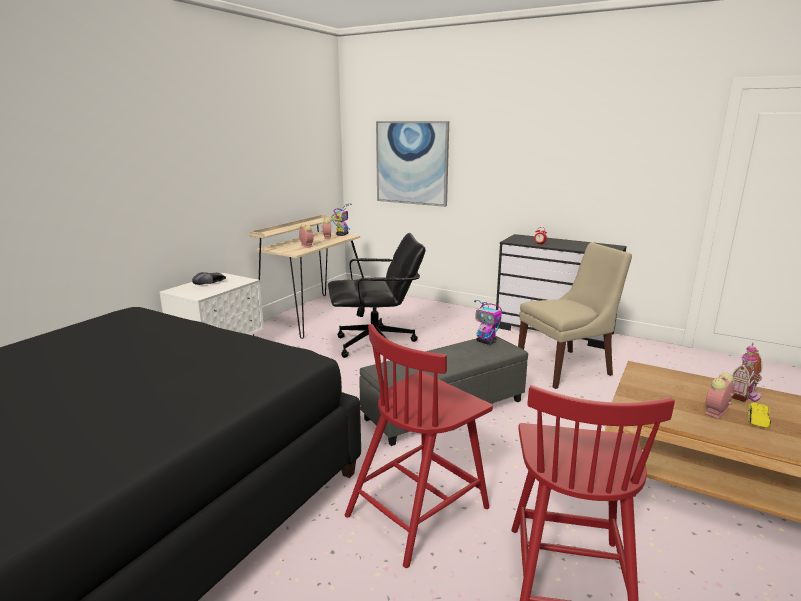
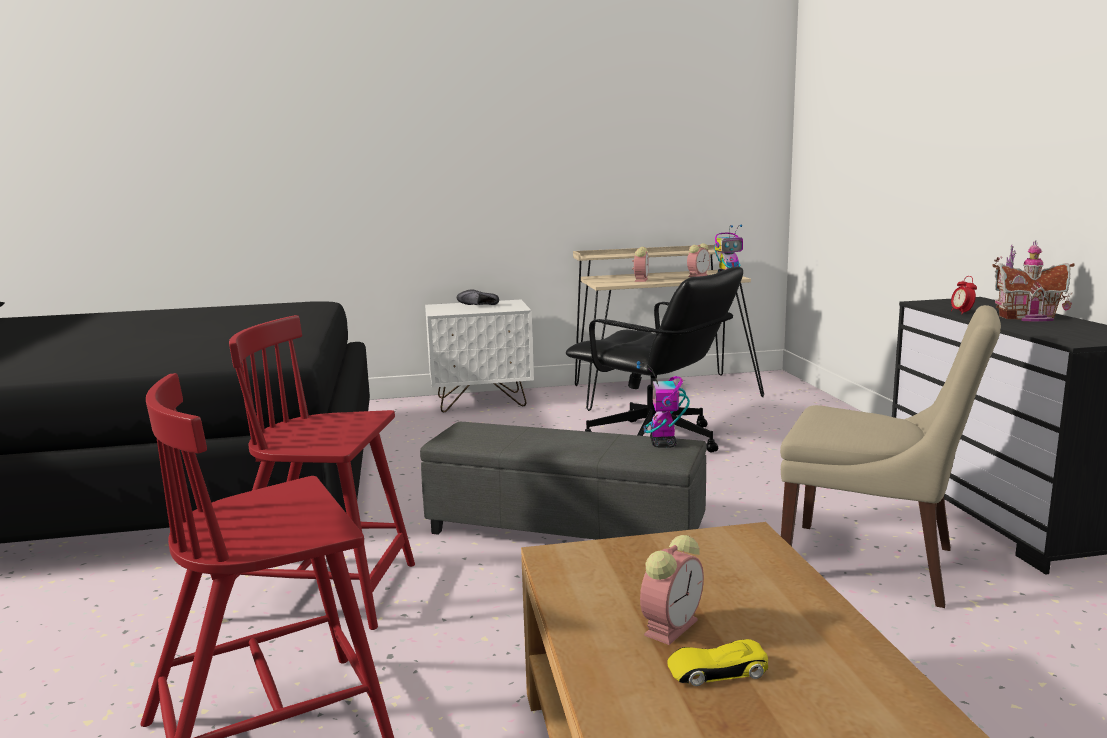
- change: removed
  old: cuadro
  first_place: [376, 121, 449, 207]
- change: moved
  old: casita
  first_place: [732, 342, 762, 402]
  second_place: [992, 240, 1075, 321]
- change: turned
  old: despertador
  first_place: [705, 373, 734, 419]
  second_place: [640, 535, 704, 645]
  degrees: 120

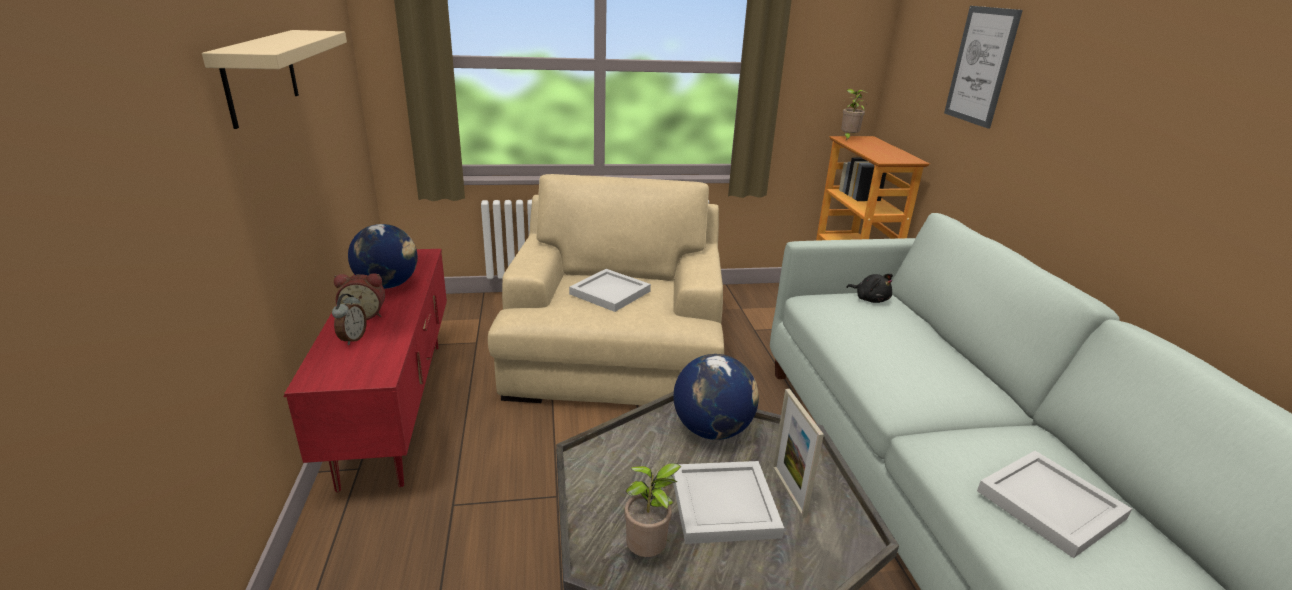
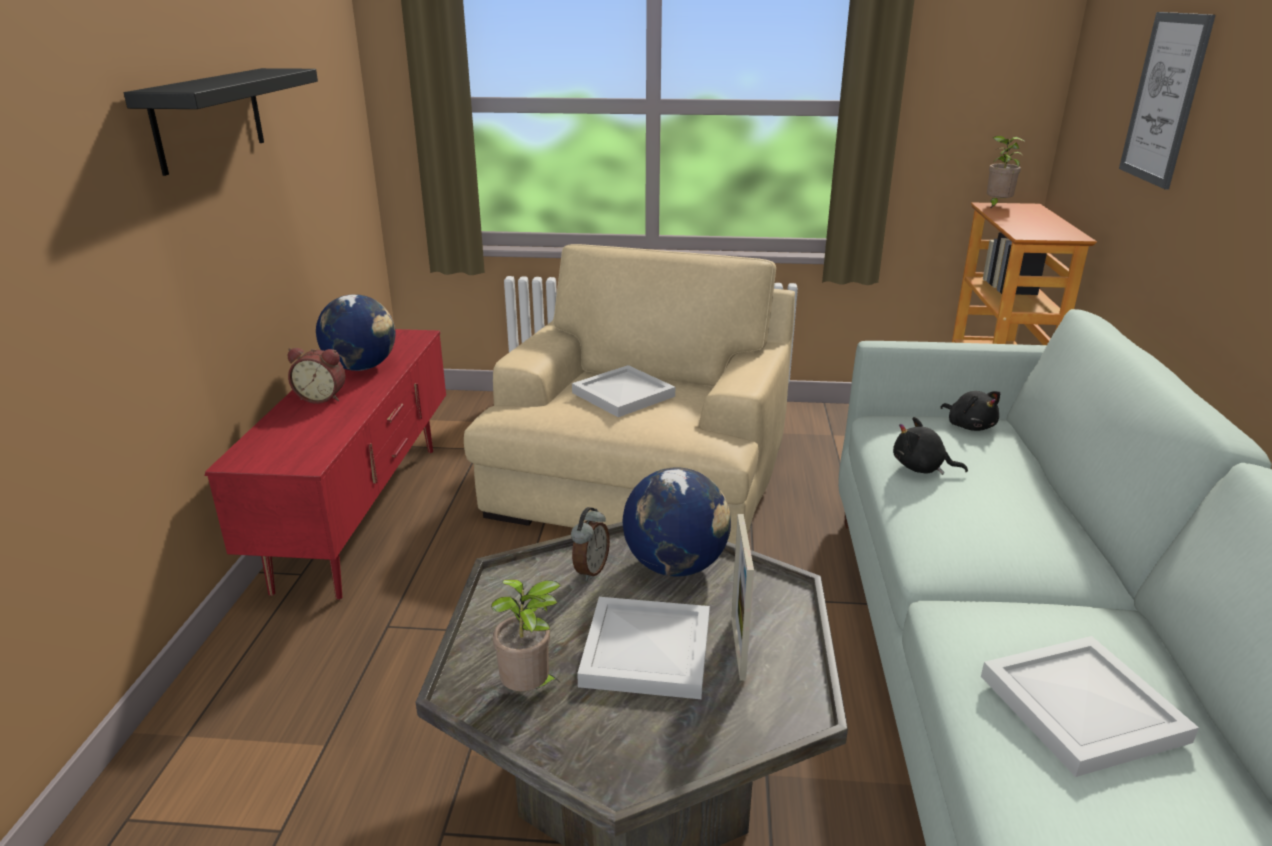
- change: added
  new: peluche (negro)
  second_place: [893, 417, 968, 475]
- change: moved
  old: despertador
  first_place: [332, 294, 367, 345]
  second_place: [571, 507, 610, 581]
- change: recoloured
  old: estante (beis)
  new: estante (negro)
  first_place: [202, 30, 347, 129]
  second_place: [124, 68, 318, 176]

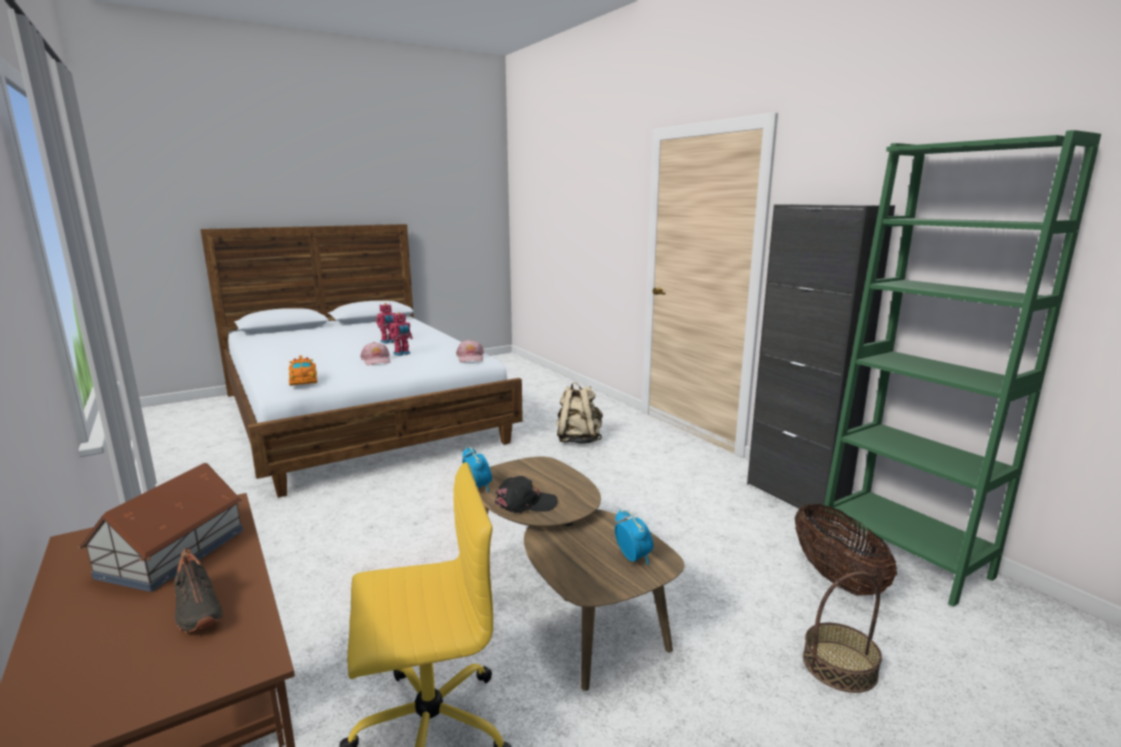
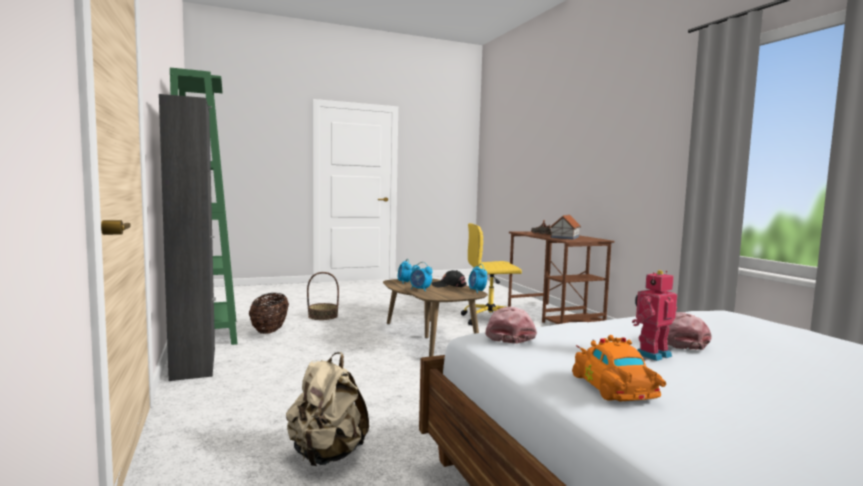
- change: removed
  old: robot de juguete
  first_place: [376, 303, 396, 344]
- change: added
  new: despertador
  second_place: [410, 262, 433, 291]
- change: moved
  old: coche de juguete (naranja)
  first_place: [289, 356, 317, 386]
  second_place: [572, 335, 666, 401]

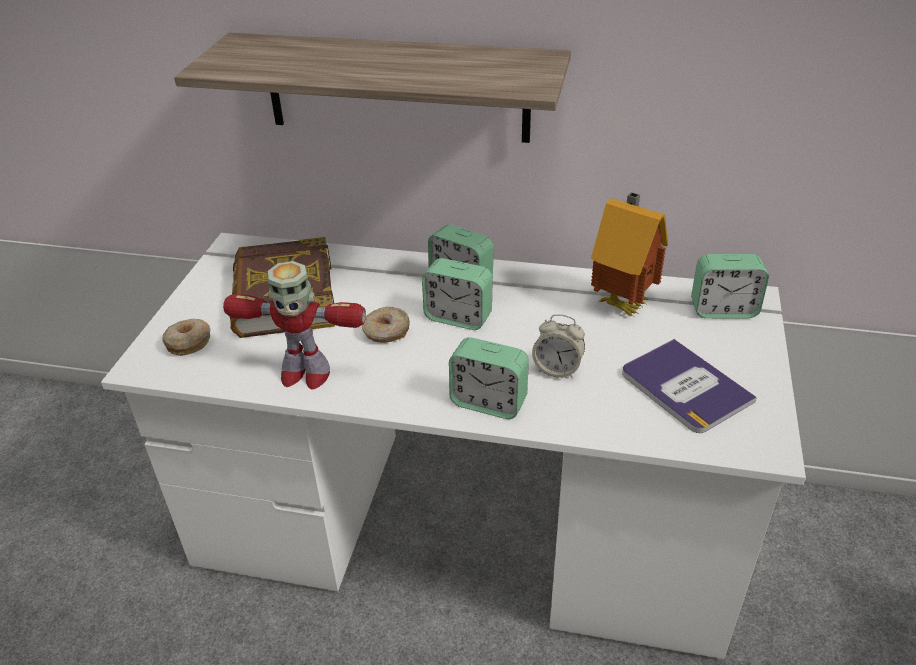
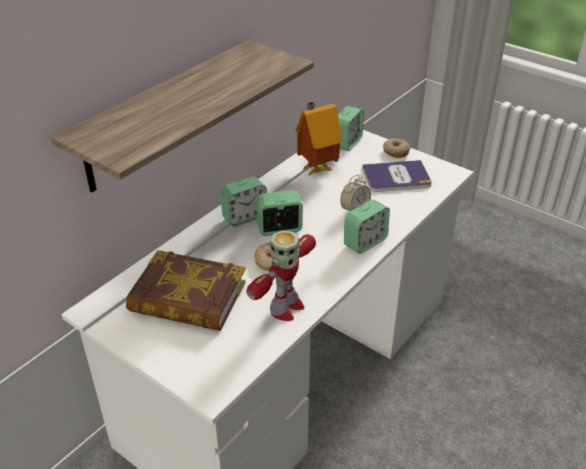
- change: moved
  old: rosquilla
  first_place: [162, 319, 210, 356]
  second_place: [383, 138, 411, 158]
- change: turned
  old: despertador
  first_place: [422, 258, 493, 330]
  second_place: [256, 190, 303, 236]
  degrees: -150

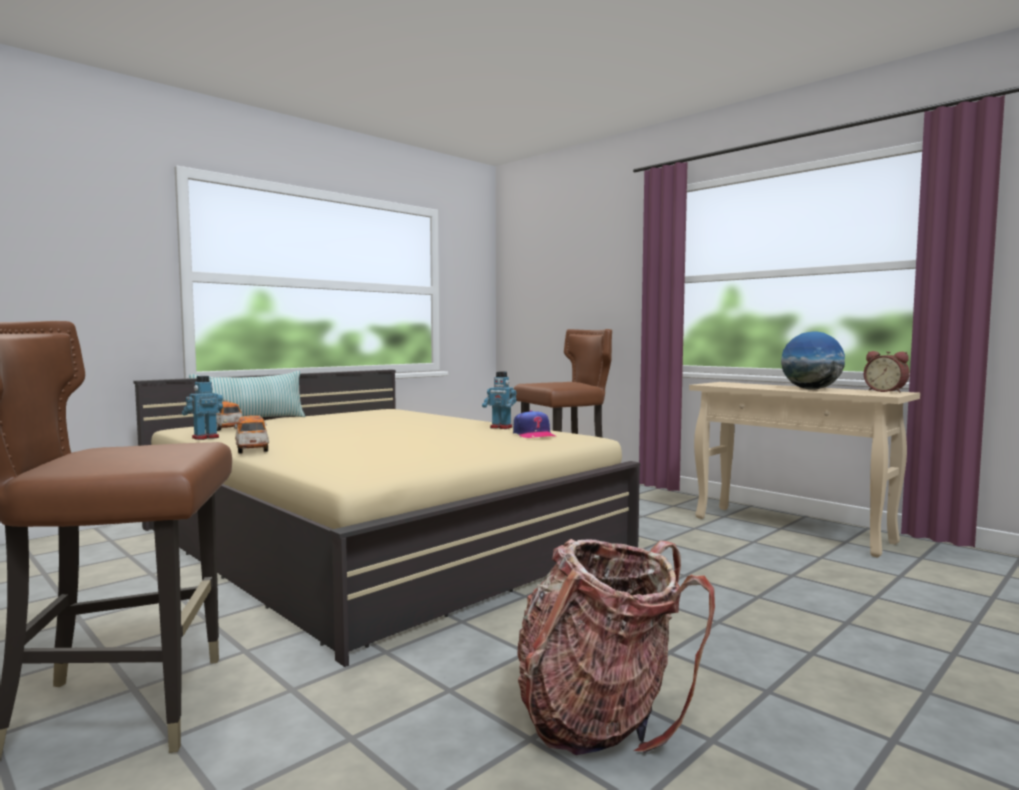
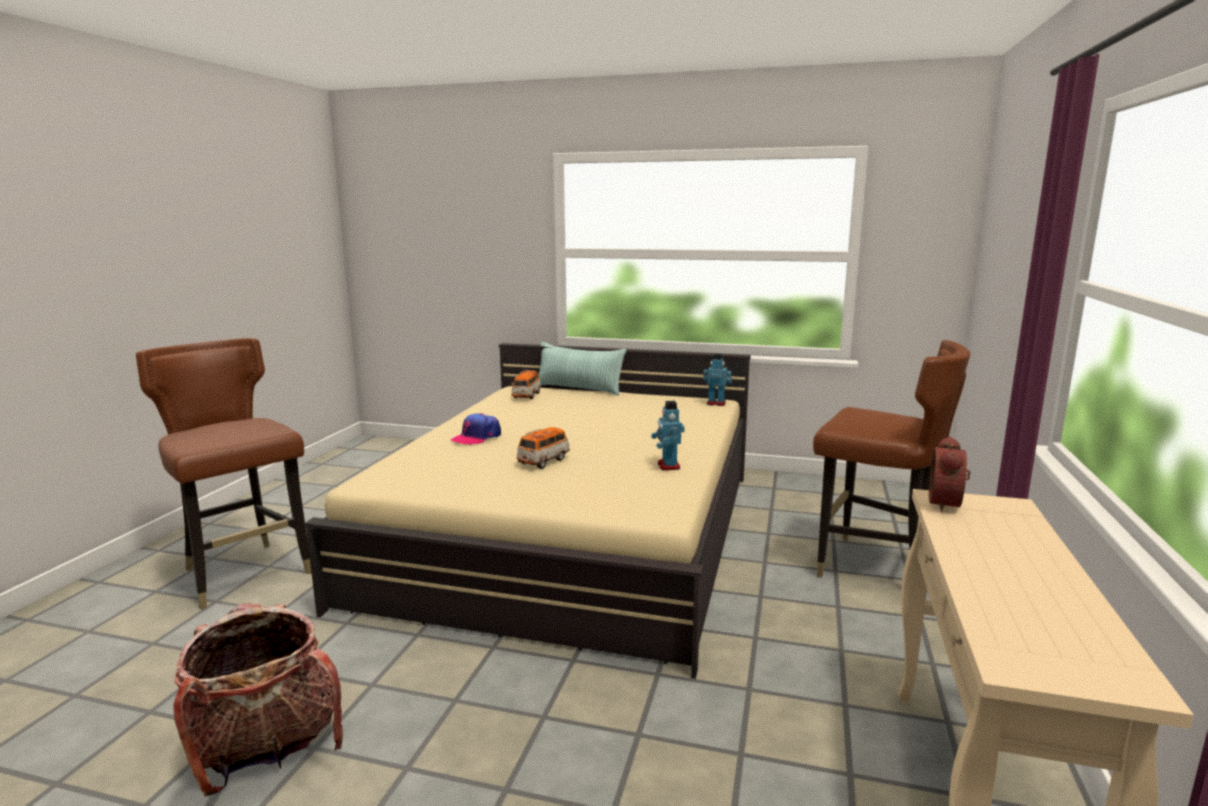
- change: removed
  old: globo terráqueo
  first_place: [781, 331, 845, 390]
- change: moved
  old: robot de juguete
  first_place: [182, 376, 223, 440]
  second_place: [703, 353, 732, 406]
- change: moved
  old: coche de juguete
  first_place: [235, 415, 269, 454]
  second_place: [516, 427, 570, 469]
- change: moved
  old: gorra
  first_place: [513, 410, 555, 438]
  second_place: [451, 413, 501, 445]
- change: moved
  old: despertador
  first_place: [864, 351, 910, 393]
  second_place: [929, 436, 971, 512]

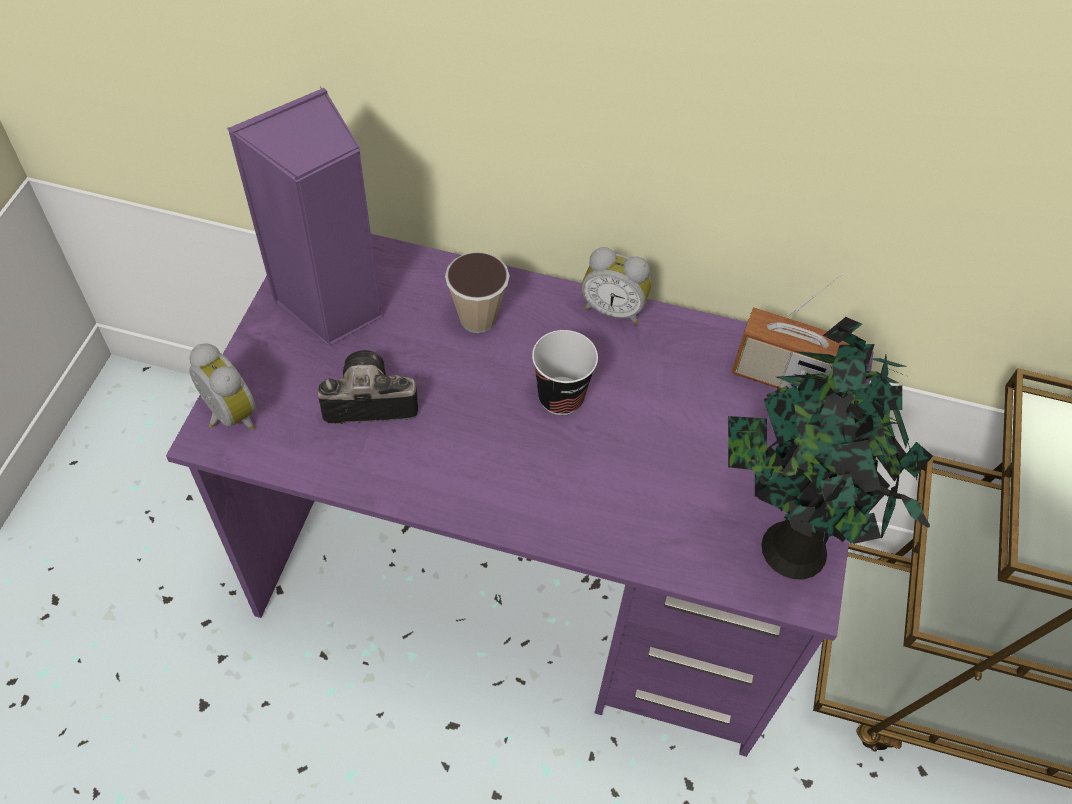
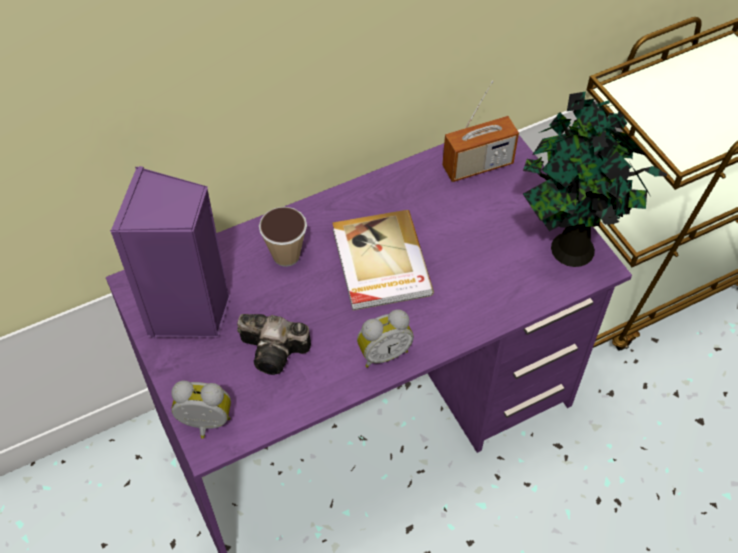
- change: moved
  old: despertador
  first_place: [582, 247, 651, 325]
  second_place: [357, 309, 414, 368]
- change: replaced
  old: taza
  new: libro
  first_place: [532, 330, 598, 415]
  second_place: [332, 210, 434, 310]
- change: turned
  old: cámara
  first_place: [318, 350, 418, 424]
  second_place: [237, 314, 311, 375]
  degrees: -120

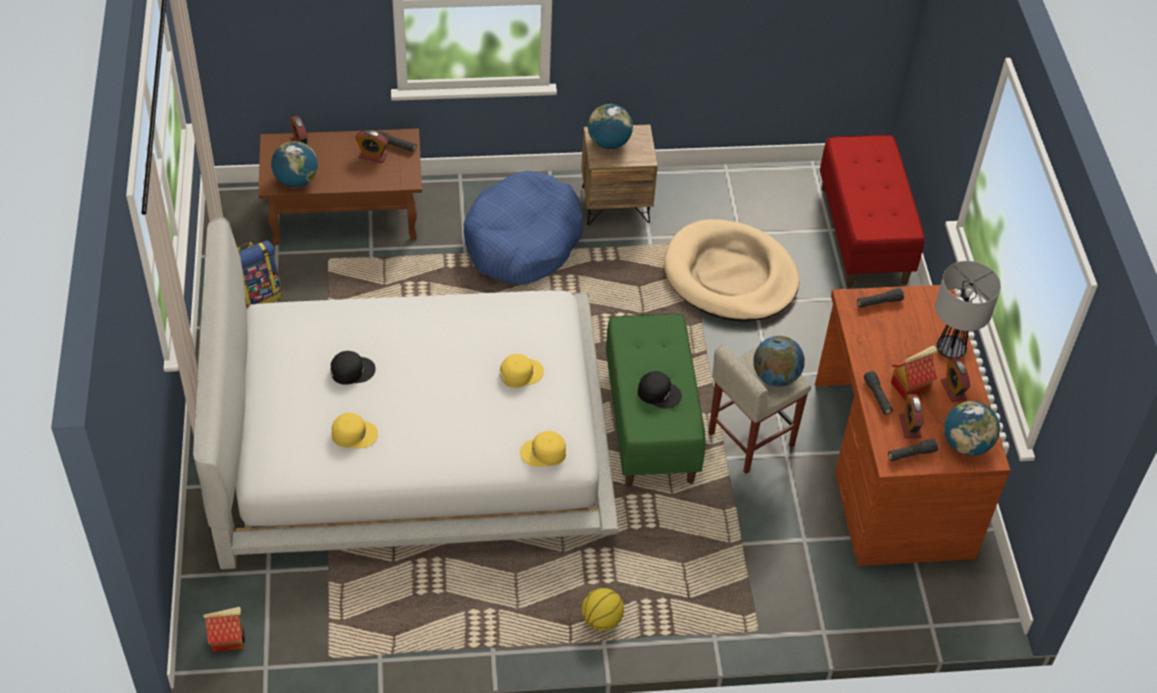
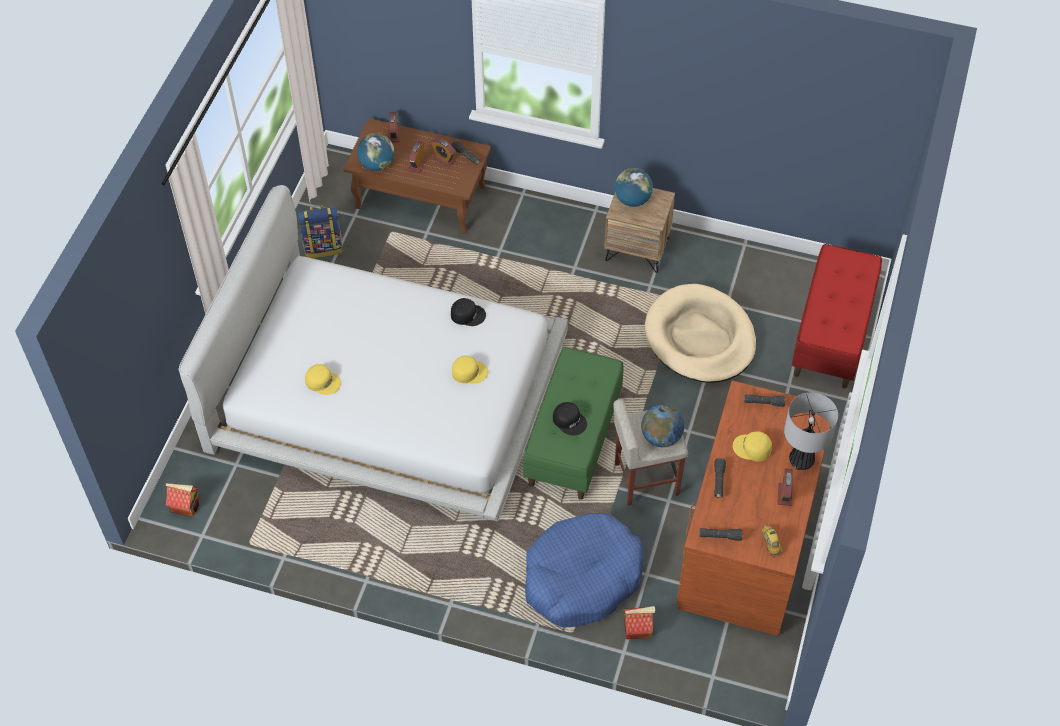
- change: removed
  old: balón de baloncesto
  first_place: [581, 588, 624, 631]
- change: moved
  old: gorra (negro)
  first_place: [331, 351, 376, 385]
  second_place: [451, 298, 486, 326]
- change: moved
  old: cama para perro (azul)
  first_place: [463, 171, 584, 285]
  second_place: [525, 513, 643, 627]
- change: moved
  old: gorra (amarillo)
  first_place: [520, 431, 566, 467]
  second_place: [733, 431, 772, 461]
- change: moved
  old: casita
  first_place: [891, 346, 937, 400]
  second_place: [624, 606, 655, 639]
- change: moved
  old: despertador
  first_place: [899, 394, 924, 438]
  second_place: [409, 141, 427, 173]
- change: replaced
  old: globo terráqueo
  new: coche de juguete
  first_place: [944, 401, 1000, 455]
  second_place: [761, 525, 781, 556]

